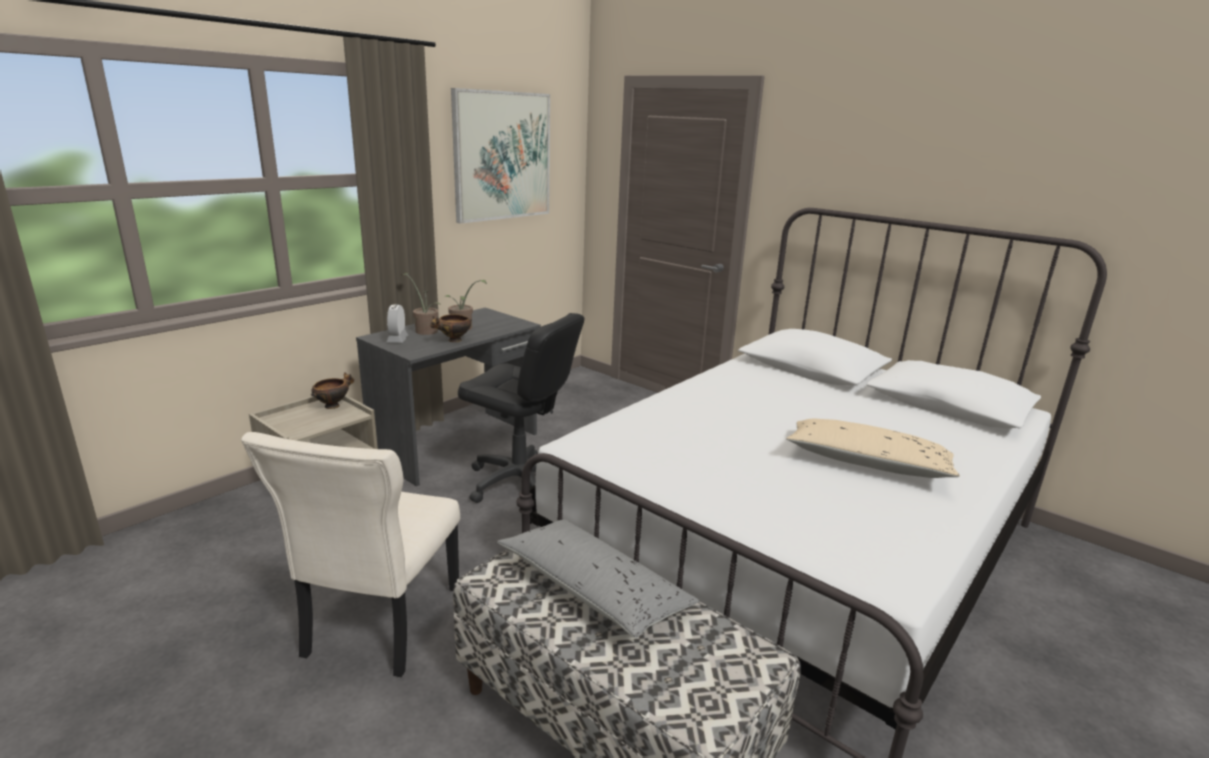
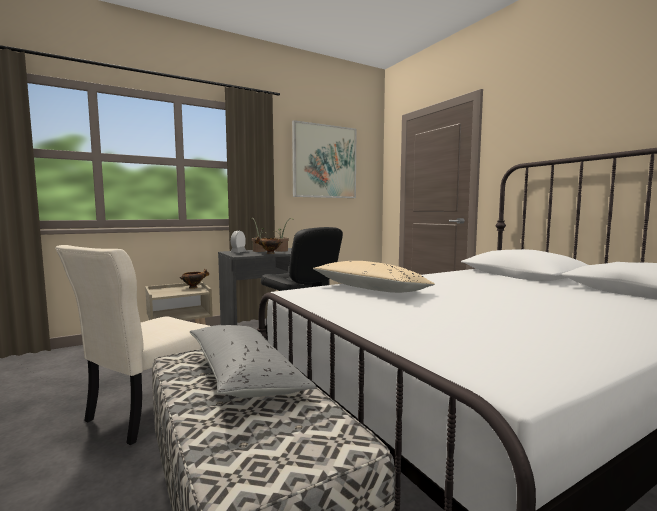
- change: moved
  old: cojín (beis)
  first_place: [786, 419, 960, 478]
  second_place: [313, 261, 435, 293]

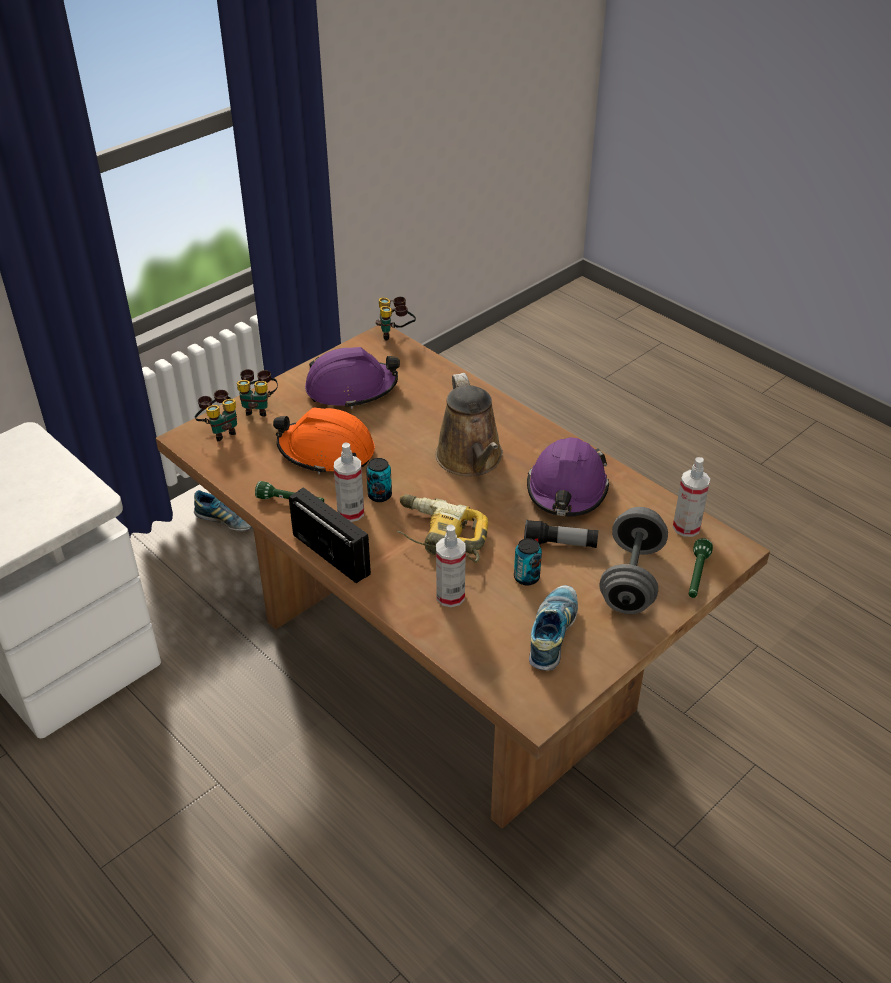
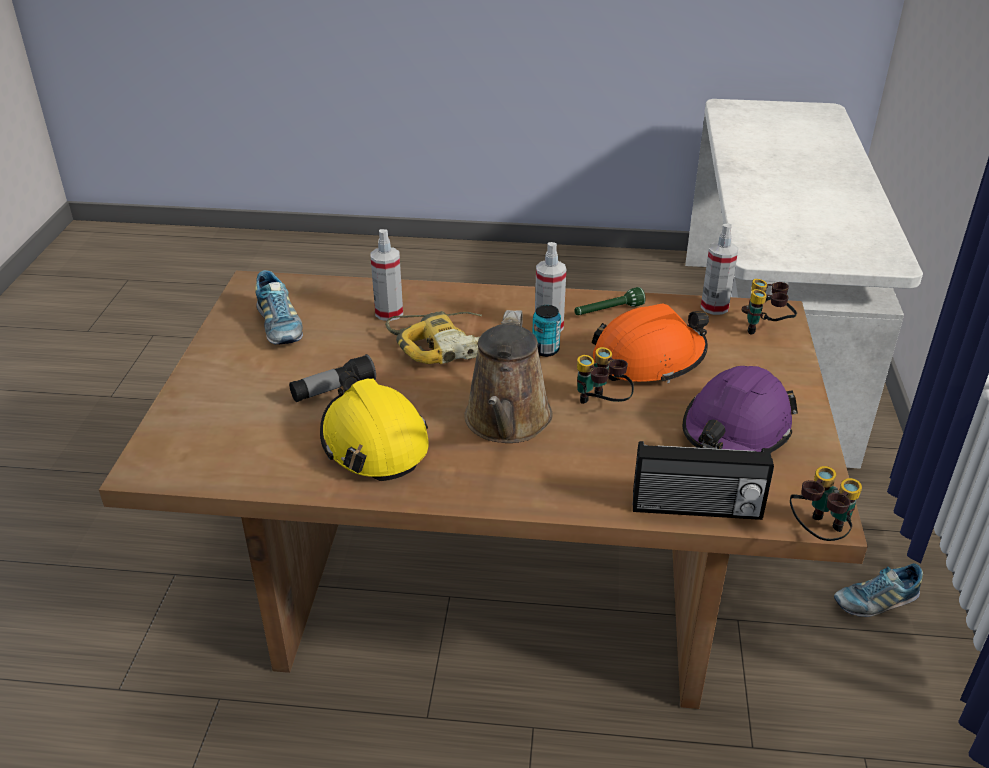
- change: removed
  old: lata
  first_place: [514, 538, 542, 585]
- change: removed
  old: mancuerna (gris)
  first_place: [600, 507, 668, 614]
- change: removed
  old: linterna (verde)
  first_place: [689, 538, 713, 598]
- change: moved
  old: prismáticos
  first_place: [237, 369, 278, 417]
  second_place: [577, 347, 634, 404]
- change: moved
  old: radio
  first_place: [289, 487, 371, 584]
  second_place: [633, 441, 774, 520]
- change: moved
  old: pulverizador
  first_place: [673, 457, 710, 537]
  second_place: [701, 224, 739, 315]
- change: recoloured
  old: casco (morado)
  new: casco (amarillo)
  first_place: [527, 437, 609, 516]
  second_place: [320, 371, 429, 481]
- change: turned
  old: regadera (marrón)
  first_place: [435, 373, 503, 476]
  second_place: [464, 310, 552, 443]
  degrees: -120

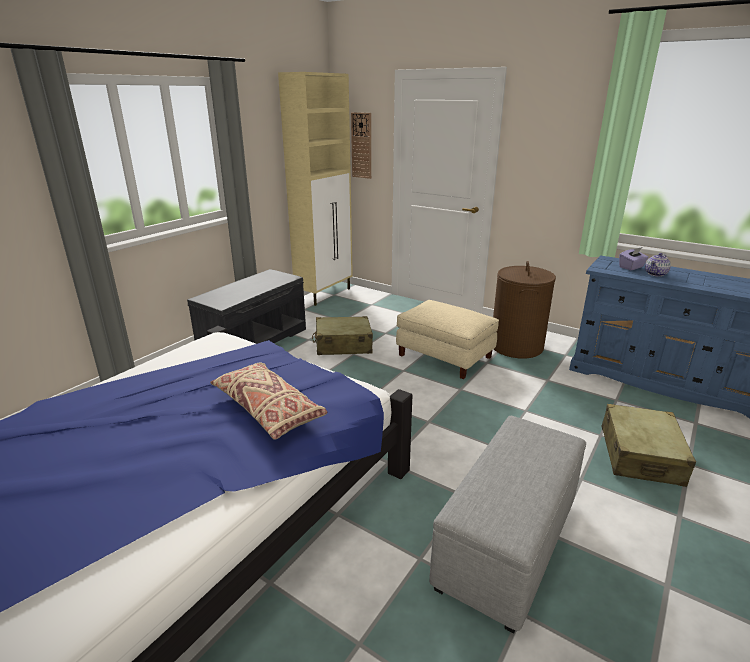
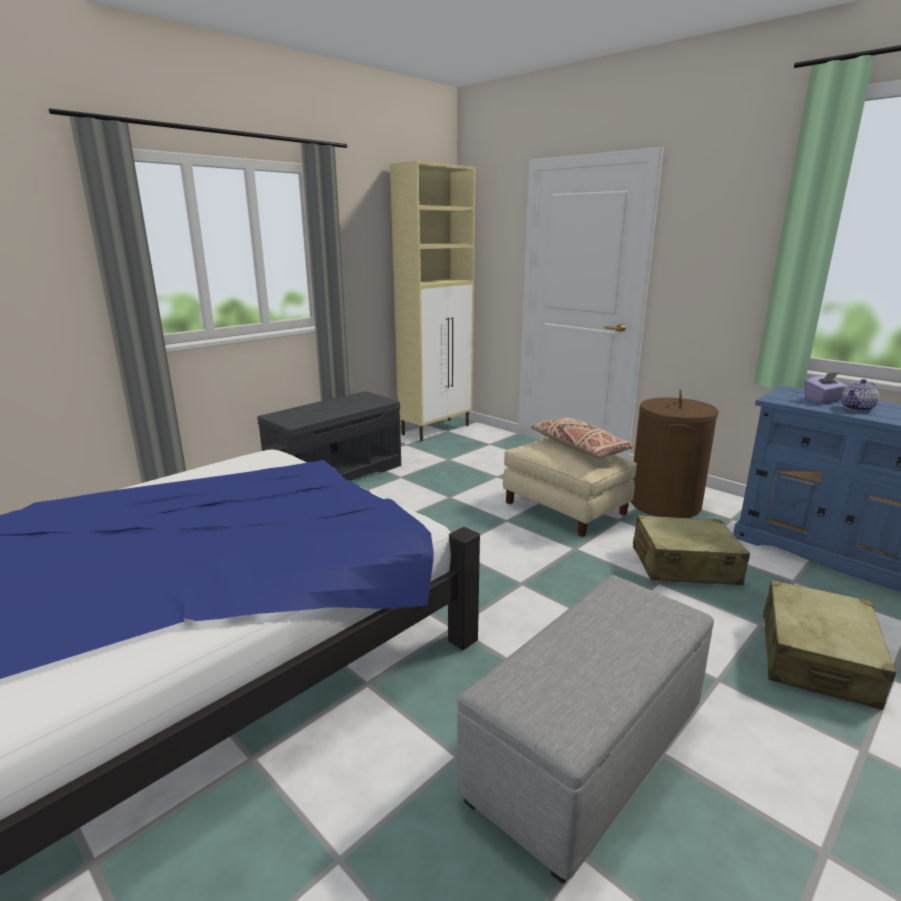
- change: removed
  old: reloj de pared
  first_place: [351, 112, 371, 179]
- change: moved
  old: cojín (beis)
  first_place: [210, 362, 327, 440]
  second_place: [531, 418, 634, 458]
- change: moved
  old: maleta (beis)
  first_place: [312, 316, 373, 355]
  second_place: [633, 515, 750, 585]

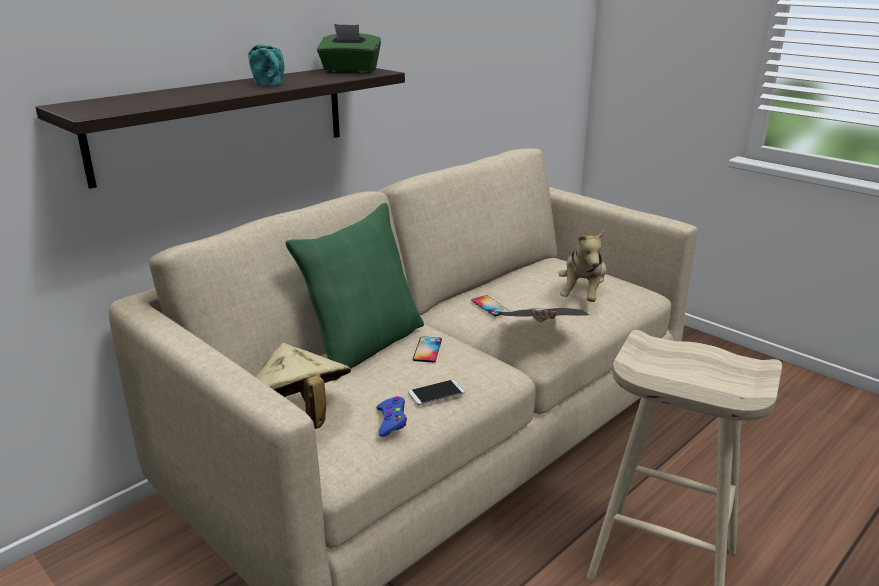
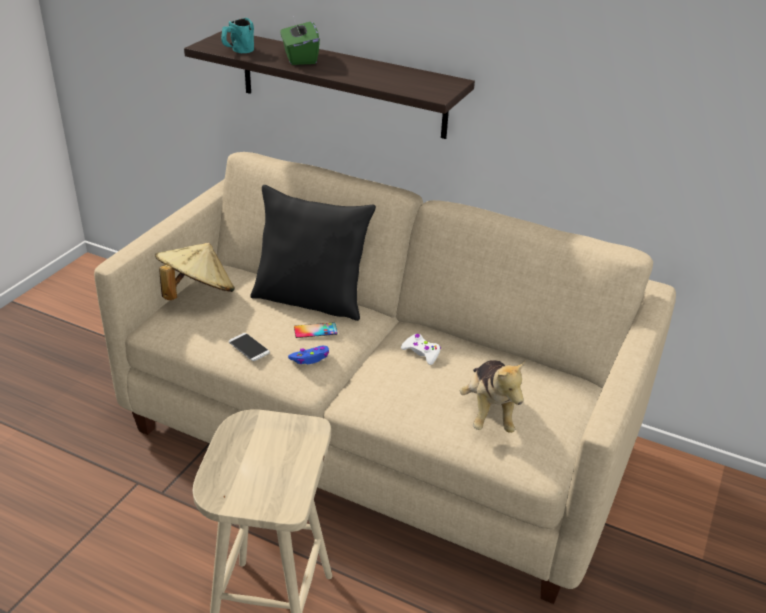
- change: removed
  old: periódico
  first_place: [496, 308, 589, 322]
- change: moved
  old: taza grande (turquesa)
  first_place: [248, 44, 284, 85]
  second_place: [221, 18, 254, 53]
- change: moved
  old: caja de pañuelos (verde)
  first_place: [317, 24, 381, 74]
  second_place: [281, 15, 320, 65]
- change: moved
  old: mando de consola (azul)
  first_place: [376, 396, 407, 437]
  second_place: [288, 346, 329, 364]
- change: replaced
  old: móvil
  new: mando de consola (blanco)
  first_place: [471, 295, 509, 317]
  second_place: [401, 334, 441, 365]
- change: recoloured
  old: cojín (verde)
  new: cojín (negro)
  first_place: [285, 203, 424, 380]
  second_place: [250, 185, 376, 321]
- change: turned
  old: peluche
  first_place: [558, 230, 606, 302]
  second_place: [460, 360, 525, 433]
  degrees: -90

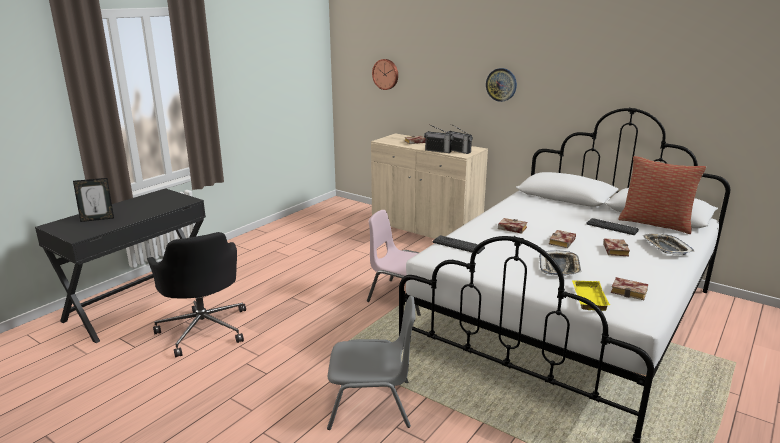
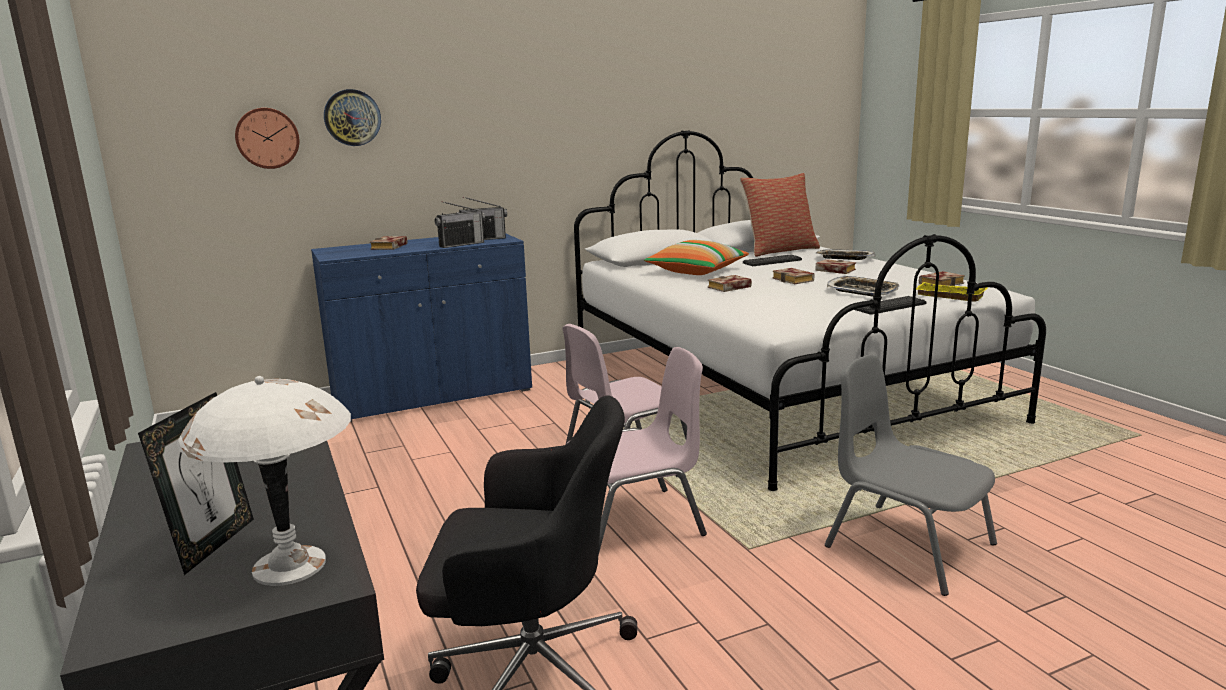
- change: added
  new: lámpara de mesa (blanco)
  second_place: [177, 376, 351, 586]
- change: added
  new: silla (rosa)
  second_place: [566, 347, 707, 555]
- change: added
  new: cojín
  second_place: [644, 240, 749, 275]
- change: moved
  old: teclado
  first_place: [433, 235, 485, 254]
  second_place: [854, 296, 927, 315]
- change: moved
  old: reloj de pared
  first_place: [486, 68, 517, 102]
  second_place: [324, 89, 381, 146]
- change: recoloured
  old: armario (beis)
  new: armario (azul)
  first_place: [371, 133, 488, 239]
  second_place: [311, 234, 532, 422]
- change: turned
  old: silla (gris)
  first_place: [327, 296, 416, 430]
  second_place: [825, 355, 997, 596]
  degrees: -75

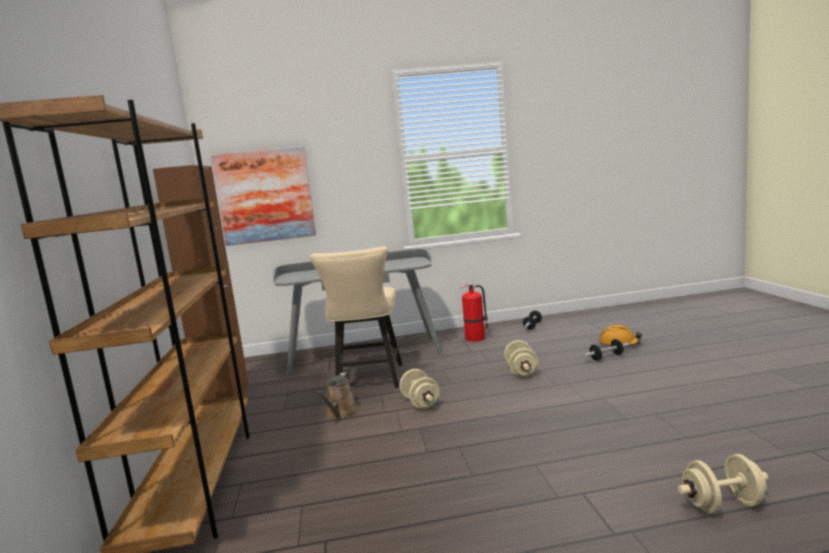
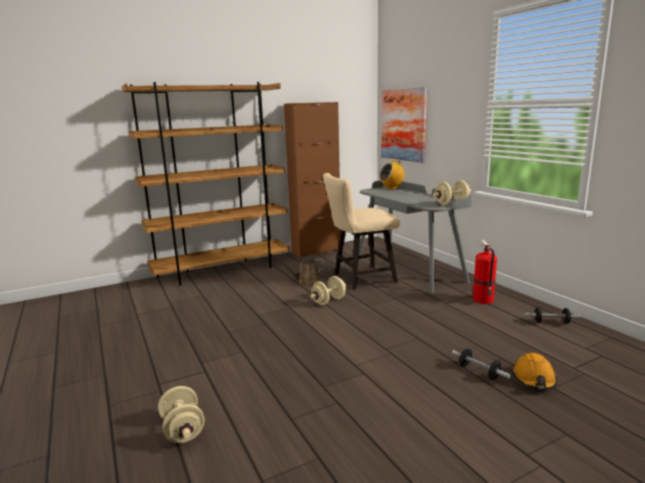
- change: added
  new: radio
  second_place: [379, 160, 405, 190]
- change: moved
  old: mancuerna (beis)
  first_place: [504, 340, 538, 377]
  second_place: [433, 180, 471, 205]

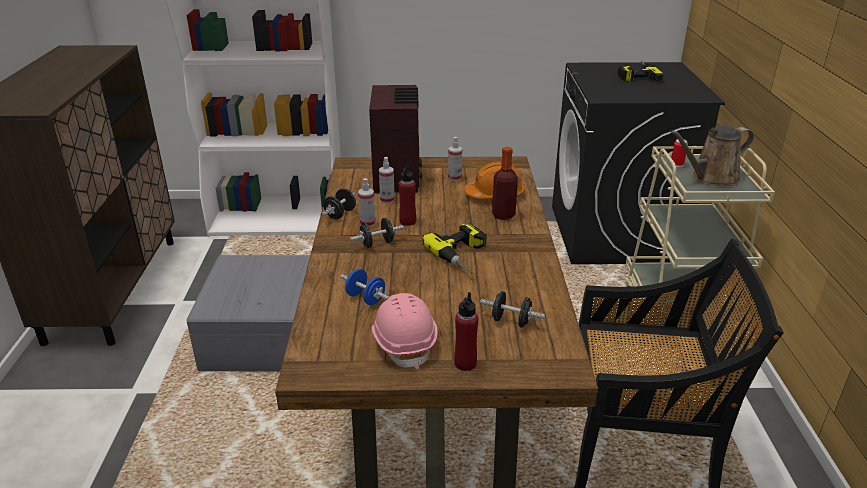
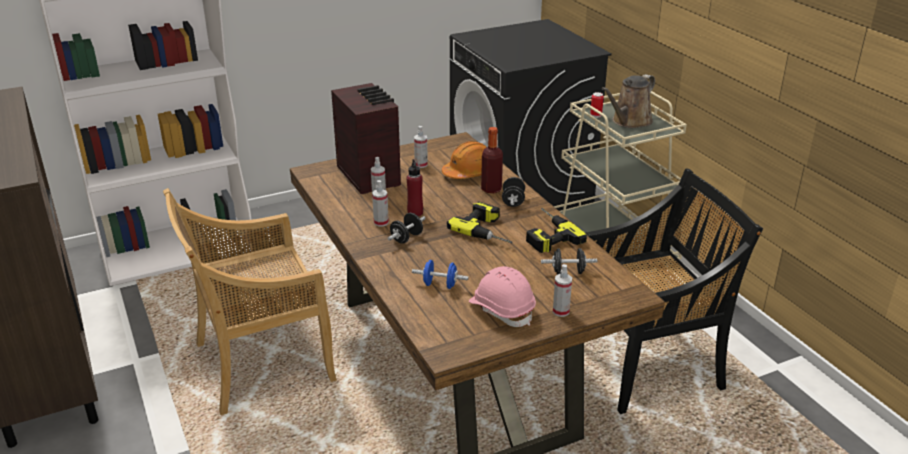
- change: moved
  old: mancuerna (negro)
  first_place: [322, 188, 356, 219]
  second_place: [502, 177, 525, 207]
- change: moved
  old: taladro
  first_place: [617, 60, 664, 82]
  second_place: [526, 208, 587, 253]
- change: replaced
  old: caja de almacenaje (gris)
  new: silla (beis)
  first_place: [186, 255, 310, 371]
  second_place: [163, 188, 337, 415]
- change: replaced
  old: botella (rojo)
  new: pulverizador
  first_place: [454, 292, 479, 371]
  second_place: [553, 264, 572, 317]

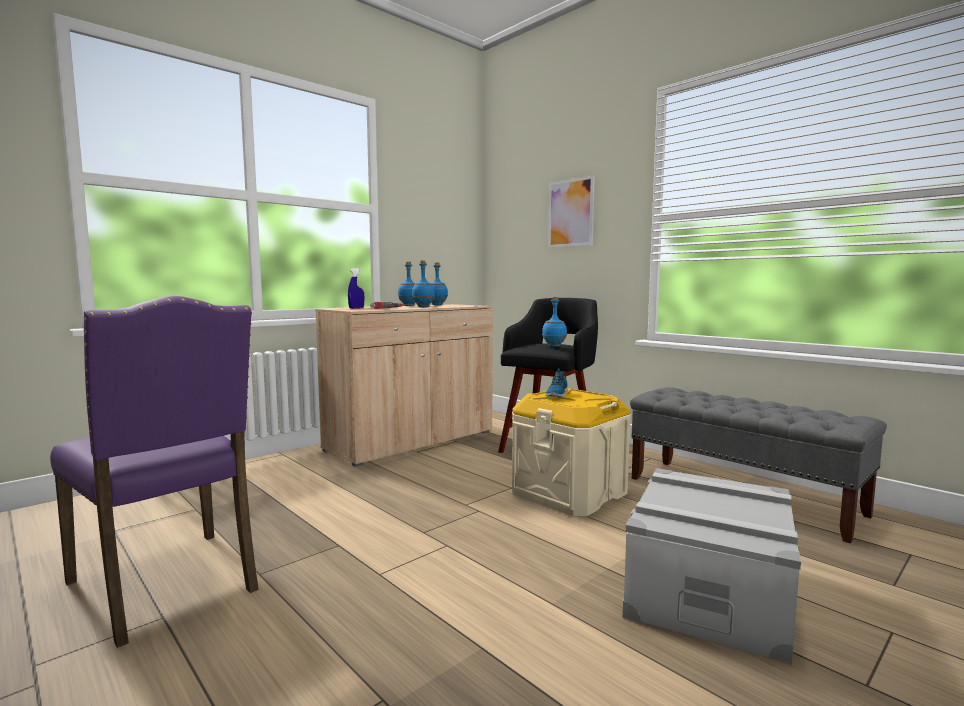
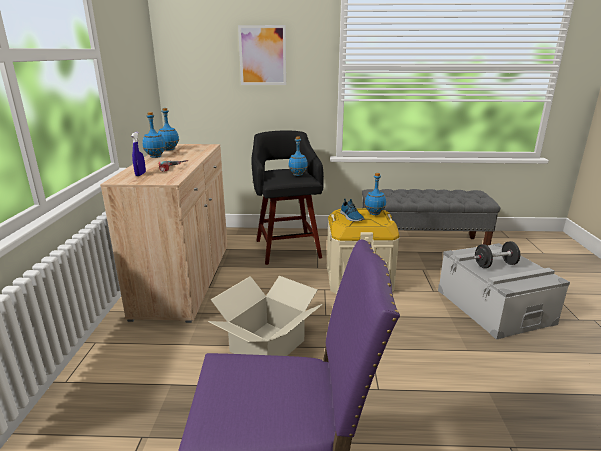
- change: added
  new: caja de cartón
  second_place: [208, 276, 323, 356]
- change: added
  new: mancuerna (negro)
  second_place: [474, 241, 520, 268]
- change: moved
  old: botella (azul)
  first_place: [412, 261, 435, 307]
  second_place: [365, 173, 386, 215]

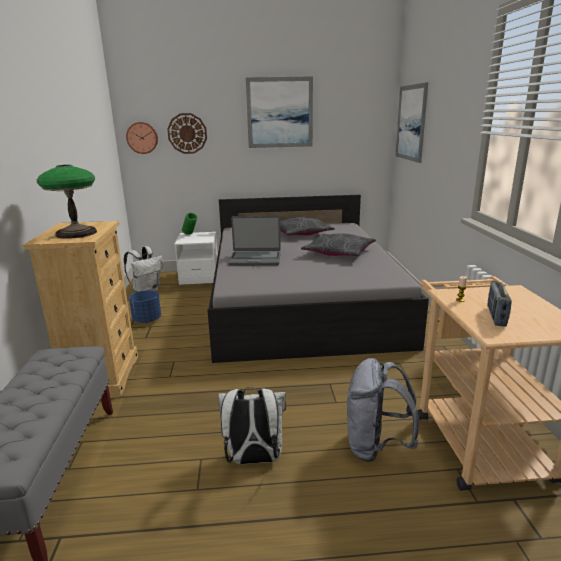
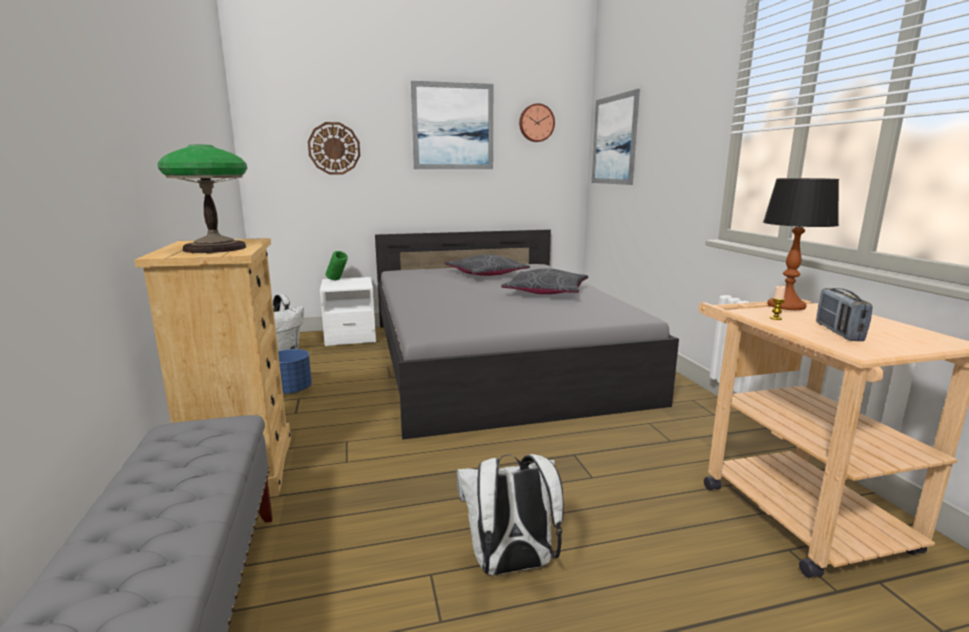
- change: removed
  old: portátil
  first_place: [228, 216, 281, 266]
- change: removed
  old: mochila (gris)
  first_place: [347, 358, 419, 462]
- change: added
  new: lámpara de mesa
  second_place: [763, 178, 839, 310]
- change: moved
  old: reloj de pared
  first_place: [126, 122, 158, 154]
  second_place: [519, 103, 555, 142]

